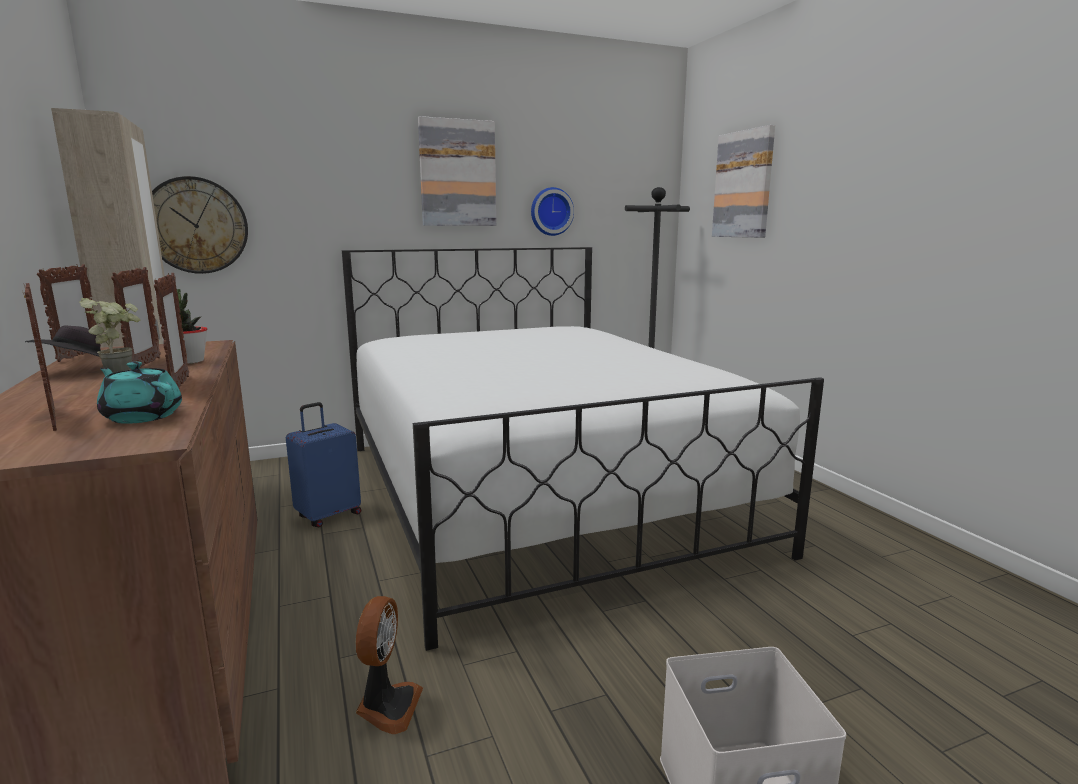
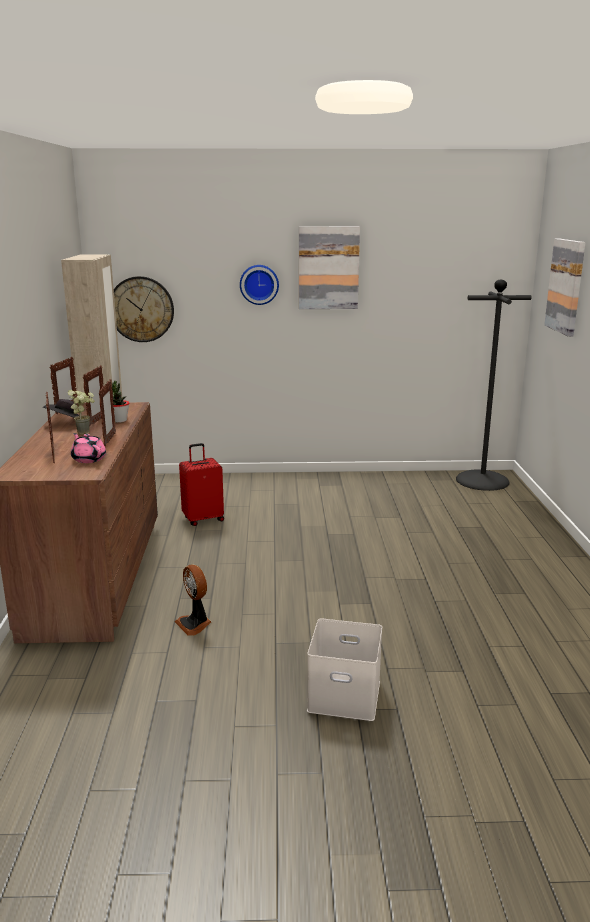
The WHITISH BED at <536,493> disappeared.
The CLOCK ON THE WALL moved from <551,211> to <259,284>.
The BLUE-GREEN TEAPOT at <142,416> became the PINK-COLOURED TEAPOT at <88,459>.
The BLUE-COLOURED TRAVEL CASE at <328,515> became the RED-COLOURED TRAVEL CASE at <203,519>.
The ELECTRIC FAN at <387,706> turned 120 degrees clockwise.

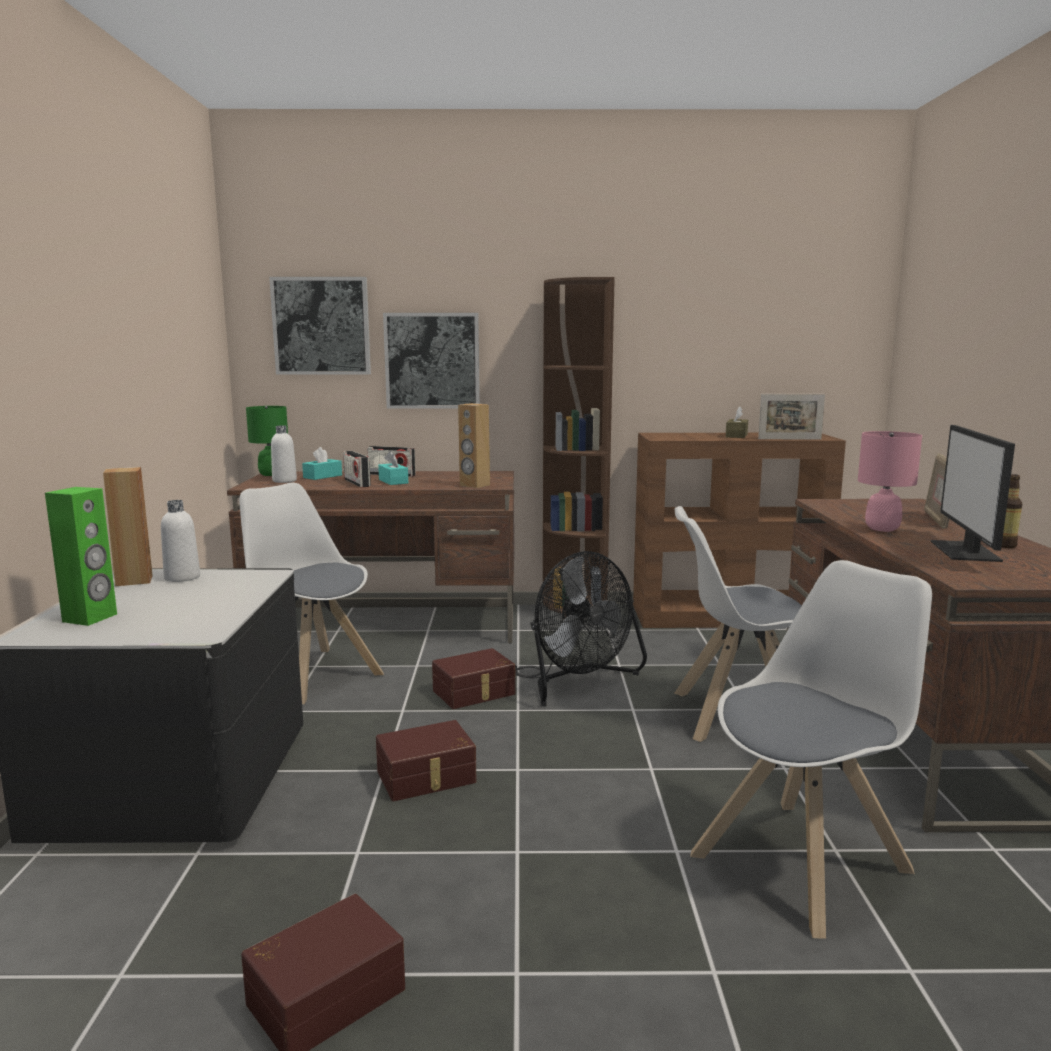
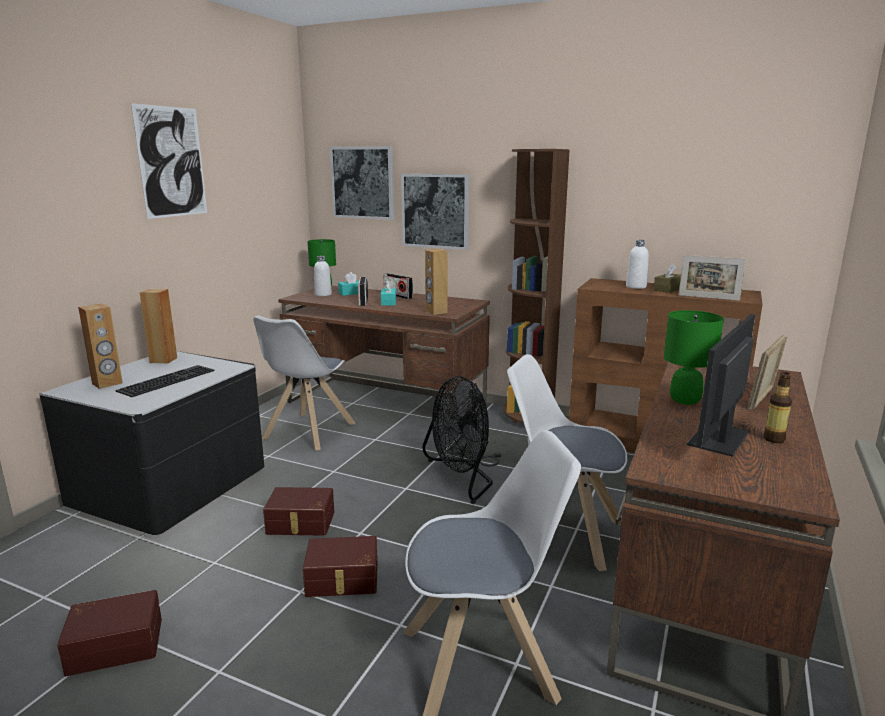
The KEYBOARD at <167,380> appeared.
The WALL PICTURE at <171,162> appeared.
The WHITISH BOTTLE moved from <182,577> to <636,287>.
The BROWN STORAGE BIN moved from <475,693> to <342,580>.
The GREEN AUDIO SPEAKER at <90,618> became the BROWN AUDIO SPEAKER at <107,383>.
The PINK-COLOURED TABLE LAMP at <883,530> became the GREEN TABLE LAMP at <685,402>.
The CHAIR at <312,673> turned 135 degrees counterclockwise.
The BLACK ELECTRIC FAN at <572,682> turned 75 degrees clockwise.

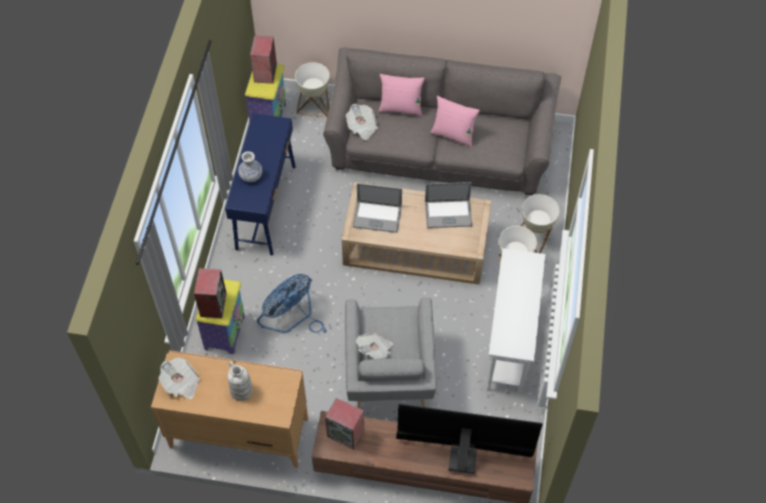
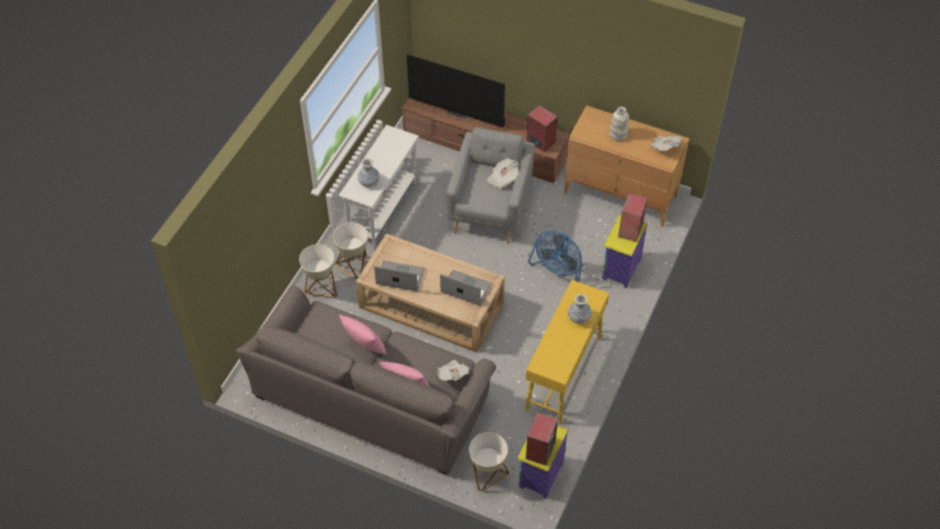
The VASE at <369,182> appeared.
The BLUE-COLOURED HALL TABLE at <267,207> became the YELLOW HALL TABLE at <563,373>.
The BLUE-COLOURED ELECTRIC FAN at <294,317> turned 60 degrees clockwise.

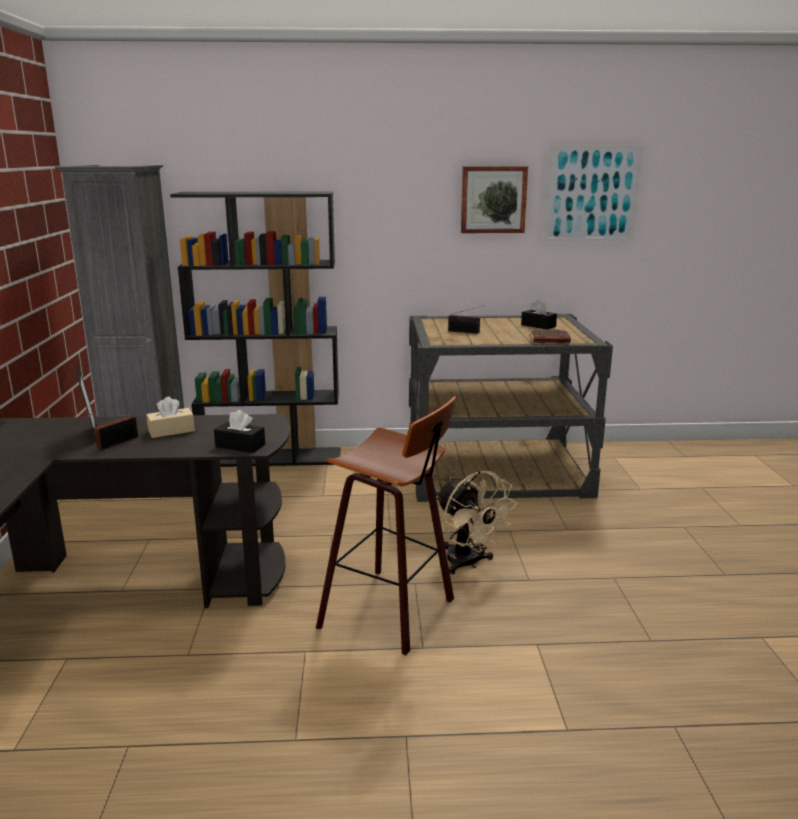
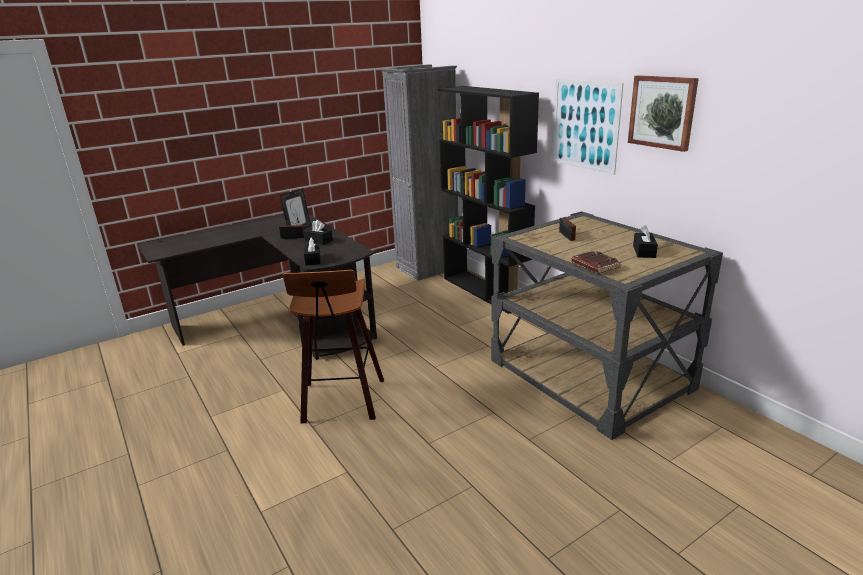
The BEIGE ELECTRIC FAN at <468,564> disappeared.
The WALL PICTURE moved from <592,194> to <585,125>.
The BEIGE TISSUE BOX at <171,431> became the BLACK TISSUE BOX at <319,240>.

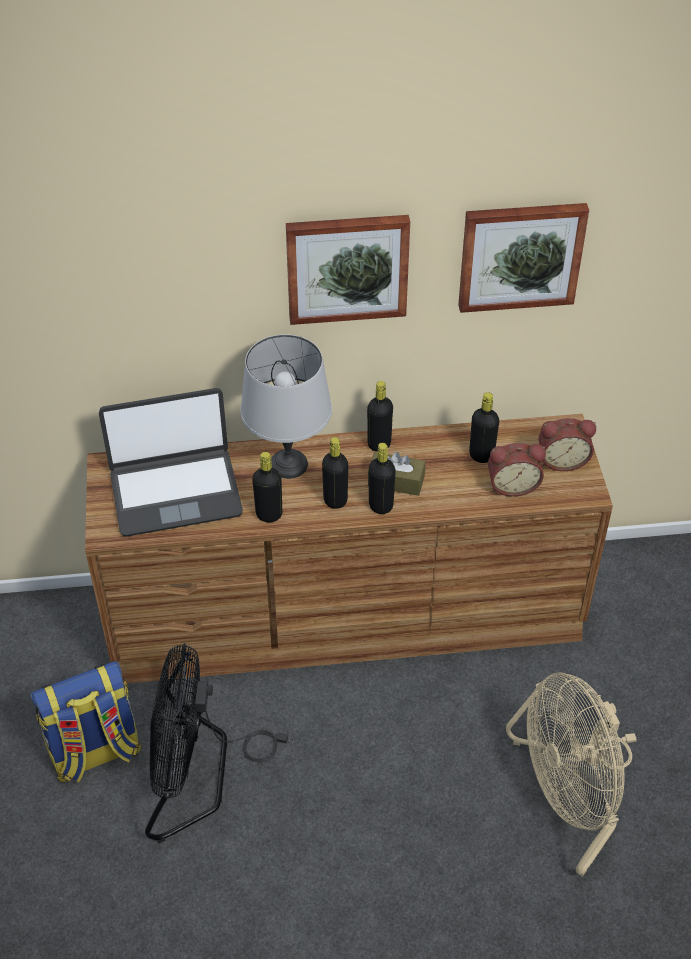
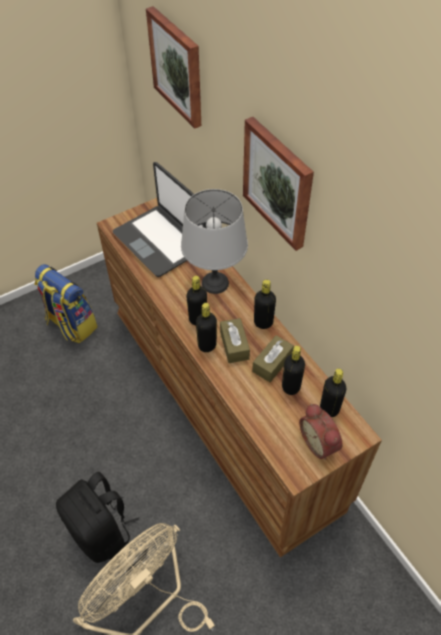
The BLACK ELECTRIC FAN at <200,767> disappeared.
The ALARM CLOCK at <512,485> disappeared.
The BLACK BACKPACK at <102,532> appeared.
The BROWN TISSUE BOX at <272,363> appeared.
The BLACK BOTTLE moved from <269,514> to <329,409>.
The WALL PICTURE moved from <520,255> to <177,67>.

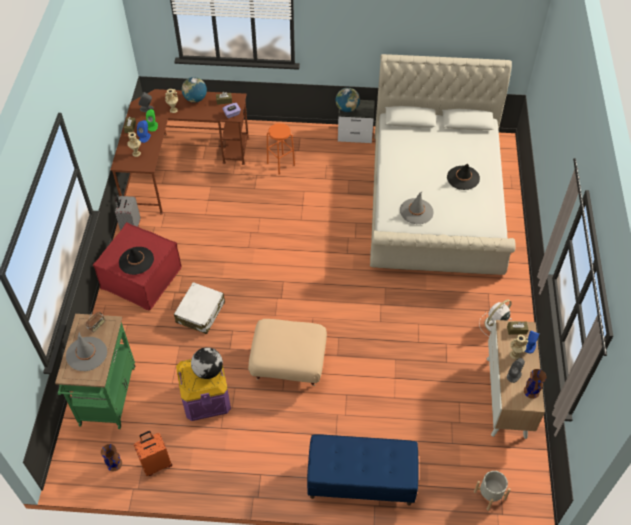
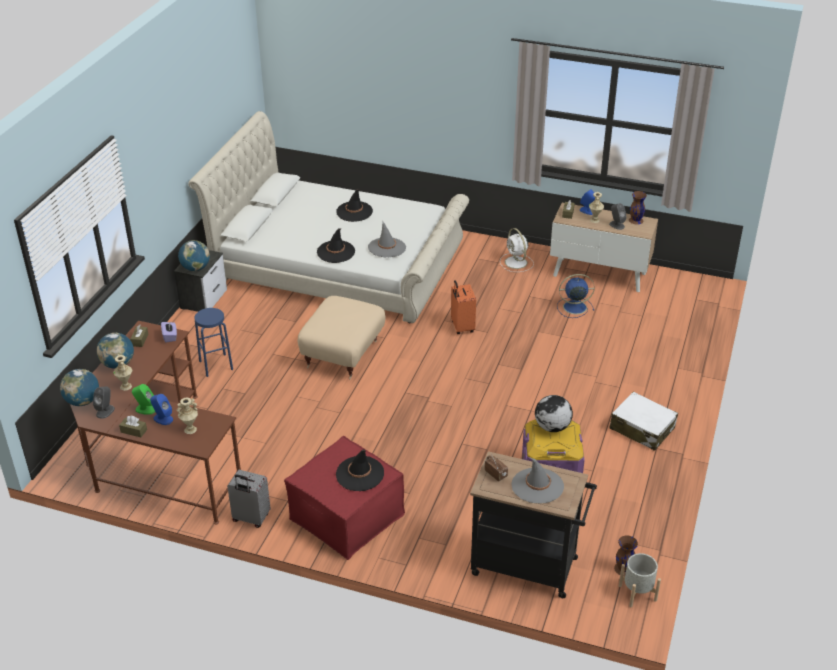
The BLUE-COLOURED BENCH at <360,481> disappeared.
The DESK GLOBE at <83,401> appeared.
The BLACK HAT at <336,252> appeared.
The BLUE-COLOURED ELECTRIC FAN at <573,307> appeared.
The ORANGE TRAVEL CASE moved from <156,463> to <461,327>.
The WHITISH TRAVEL CASE moved from <200,312> to <642,428>.
The BEIGE FOOTREST moved from <288,365> to <343,355>.
The GREY PLANTER moved from <489,495> to <637,593>.
The GREEN CART at <107,397> became the BLACK CART at <527,567>.
The ORANGE STOOL SEAT at <281,164> became the BLUE-COLOURED STOOL SEAT at <216,365>.

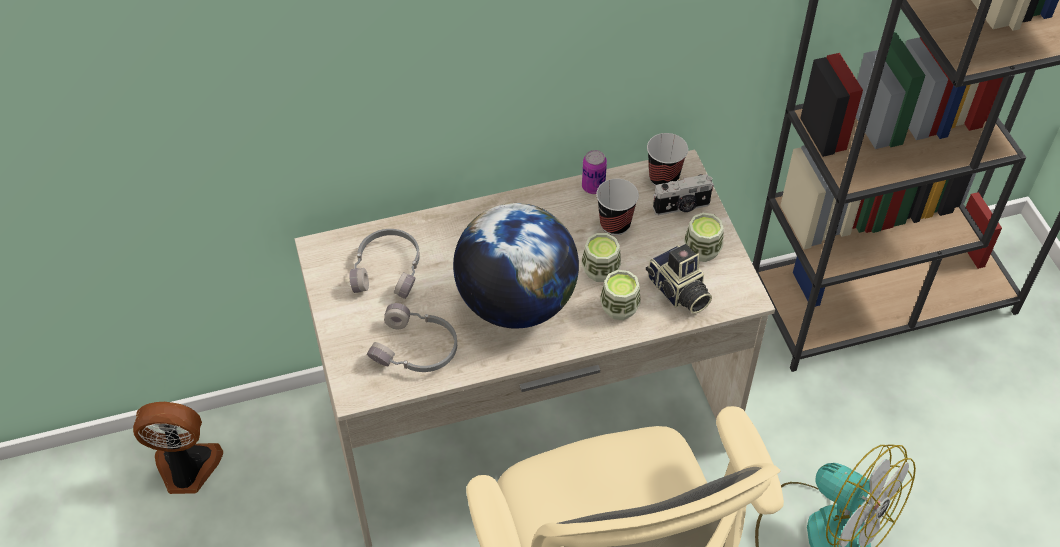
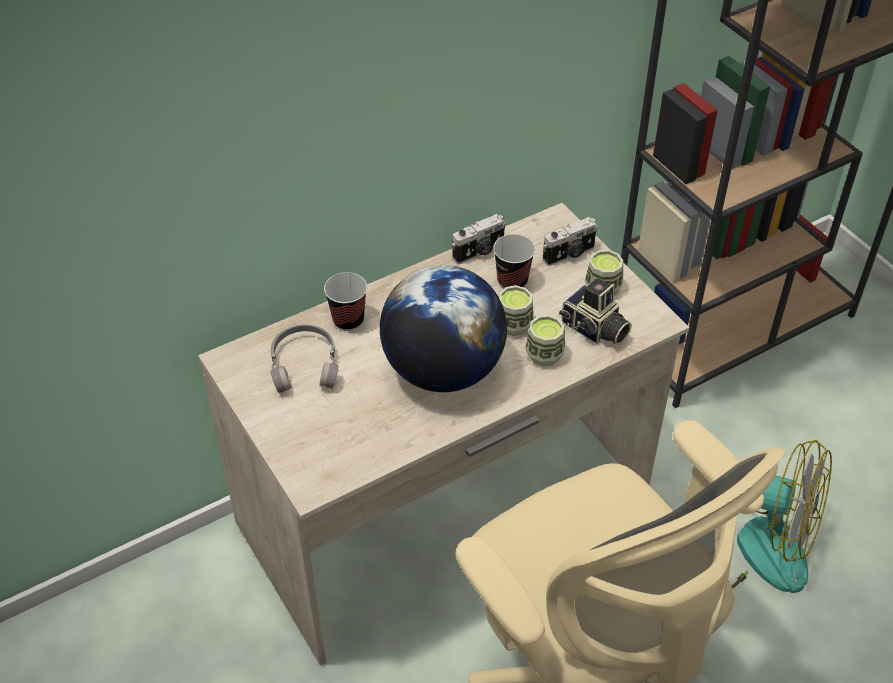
The ELECTRIC FAN at <186,469> disappeared.
The GREY HEADPHONES at <416,349> disappeared.
The SMALL CUP moved from <663,178> to <348,320>.
The SEALED CAN at <593,187> was replaced by the PHOTO CAMERA at <479,252>.

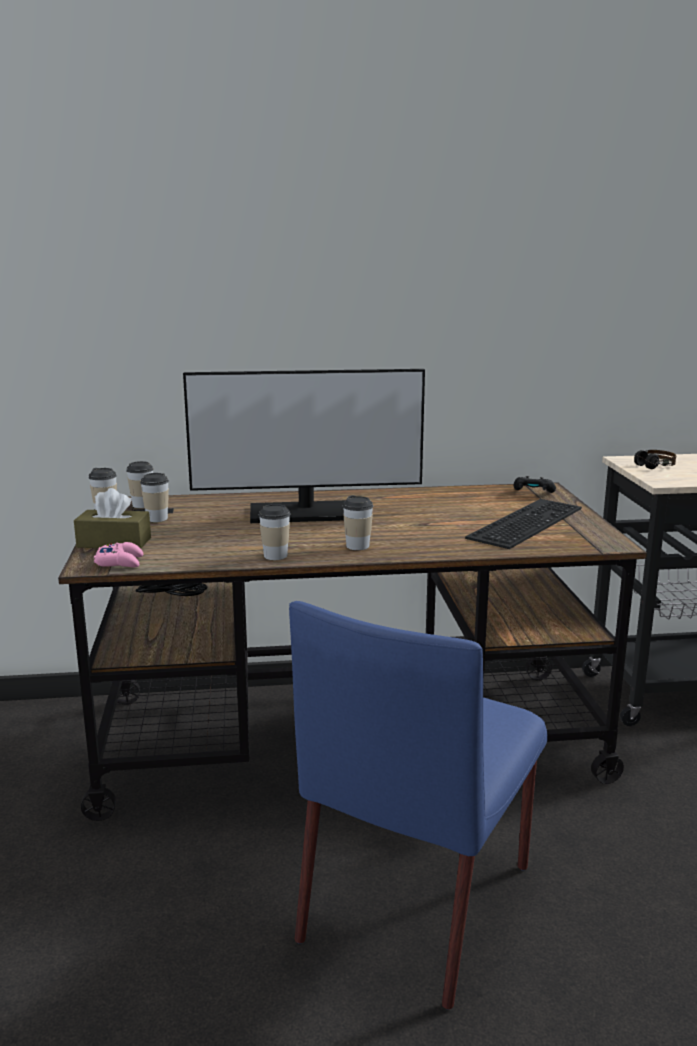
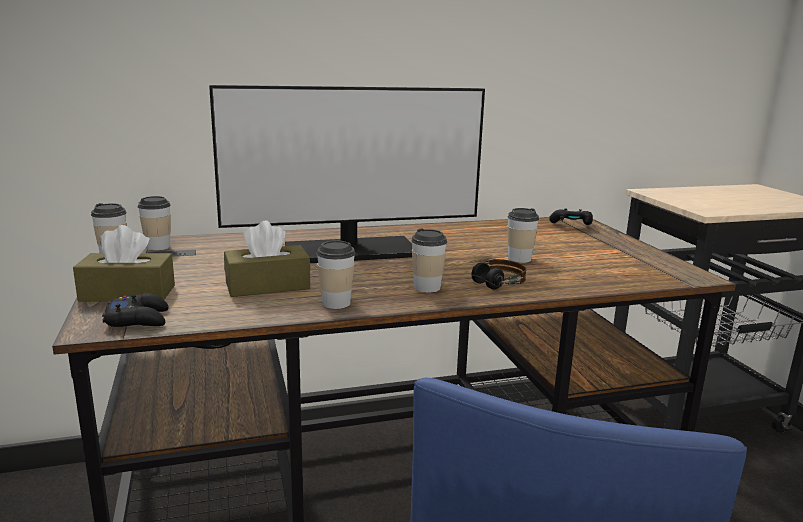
The KEYBOARD at <524,522> disappeared.
The BROWN TISSUE BOX at <267,286> appeared.
The SMALL CUP moved from <157,518> to <519,258>.
The HEADPHONES moved from <648,467> to <490,286>.
The PINK-COLOURED GAMEPAD at <120,562> became the BLACK GAMEPAD at <138,319>.

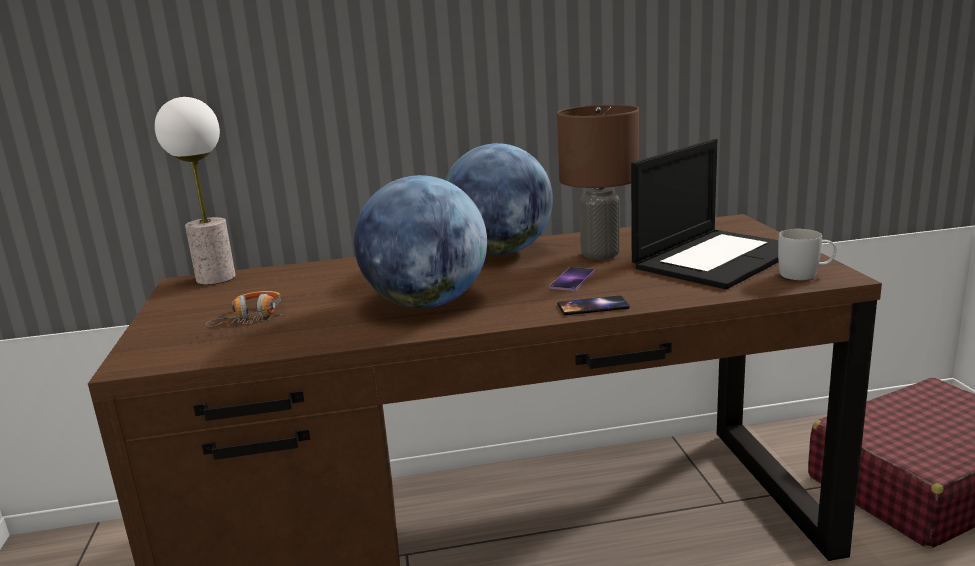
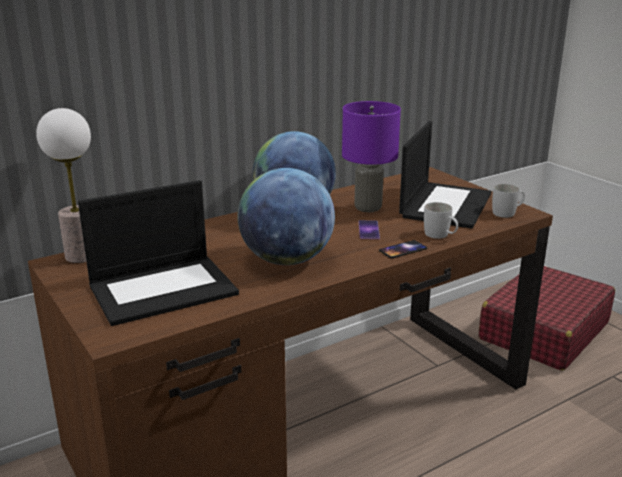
The WHITISH TEA MUG at <440,235> appeared.
The HEADPHONES at <252,319> was replaced by the PORTABLE COMPUTER at <164,288>.
The BROWN TABLE LAMP at <598,254> became the PURPLISH TABLE LAMP at <366,208>.

